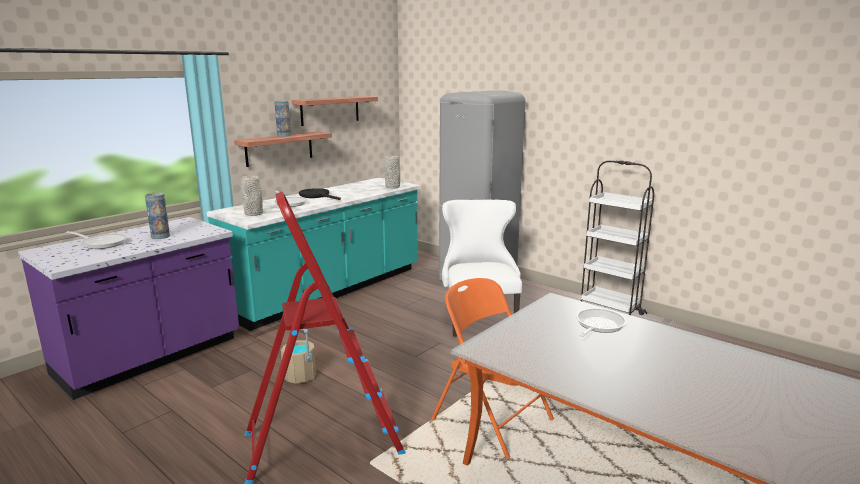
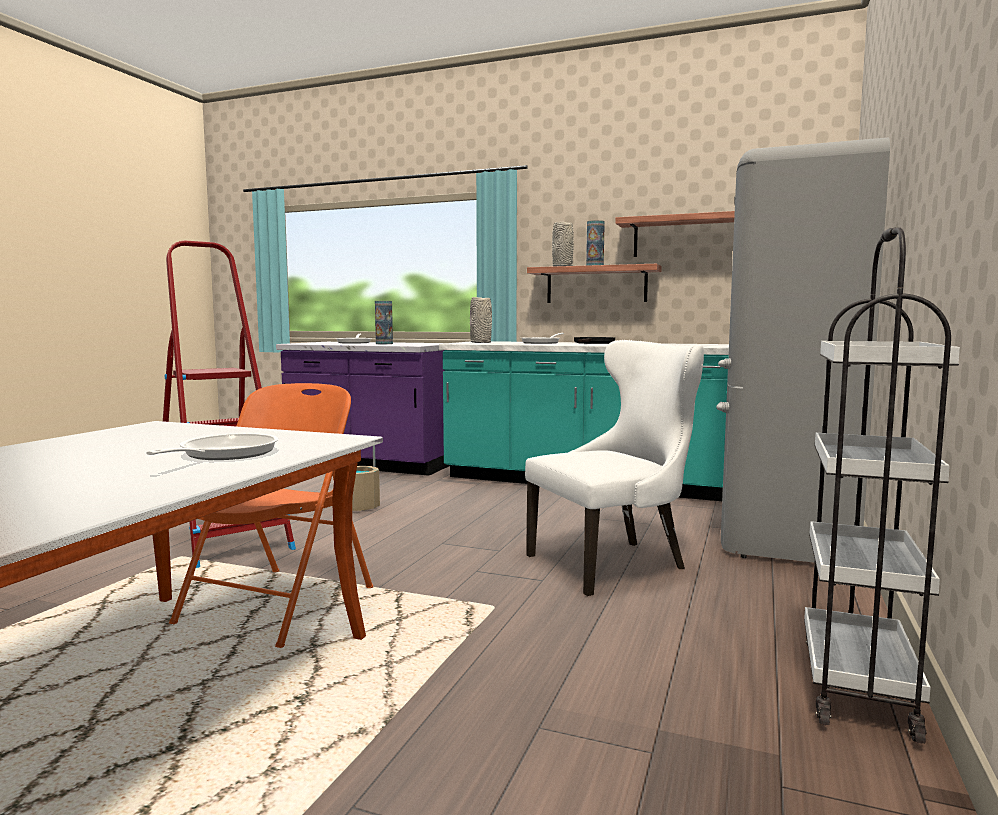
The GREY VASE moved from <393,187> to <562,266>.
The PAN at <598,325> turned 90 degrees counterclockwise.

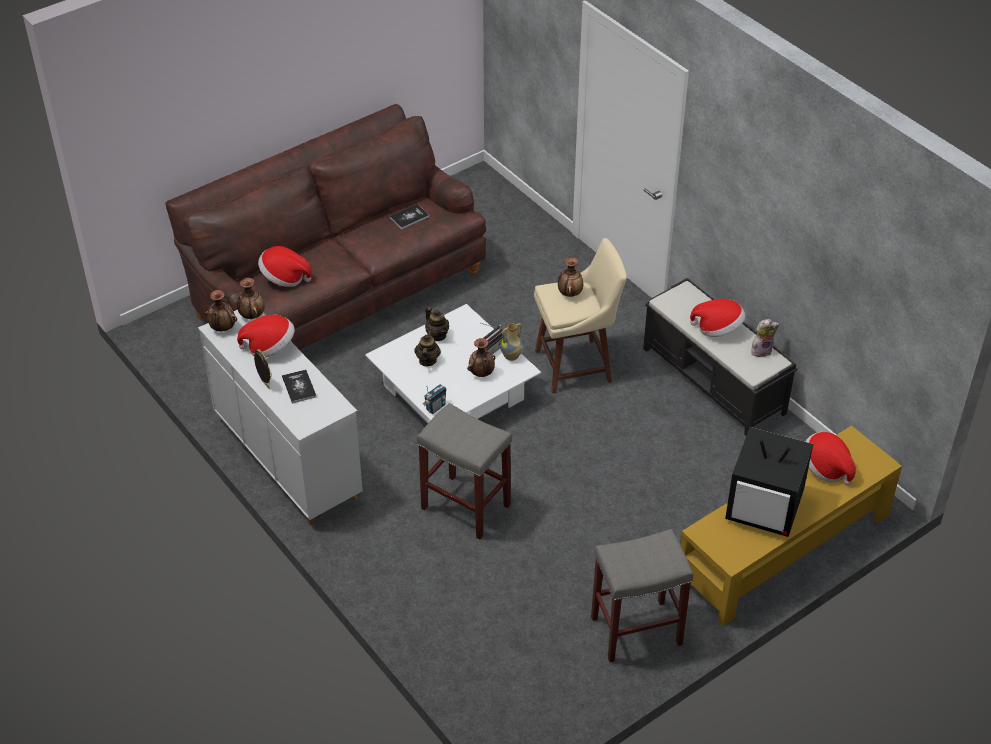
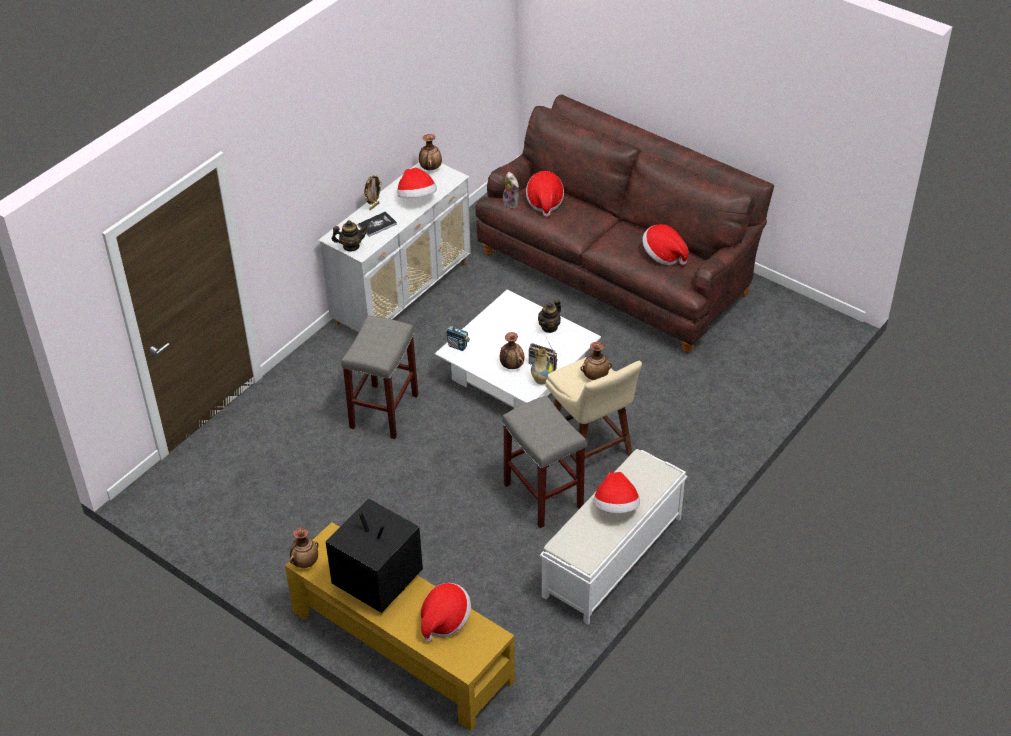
The VASE moved from <251,315> to <305,562>.
The TEAPOT moved from <427,360> to <351,246>.
The GREY STOOL SEAT moved from <637,630> to <544,496>.
The SOFT TOY moved from <761,350> to <512,203>.
The VOLUME at <409,217> was replaced by the HAT at <663,255>.
The BLACK BENCH at <714,381> became the WHITISH BENCH at <612,558>.
The TELEVISION at <765,508> turned 120 degrees clockwise.

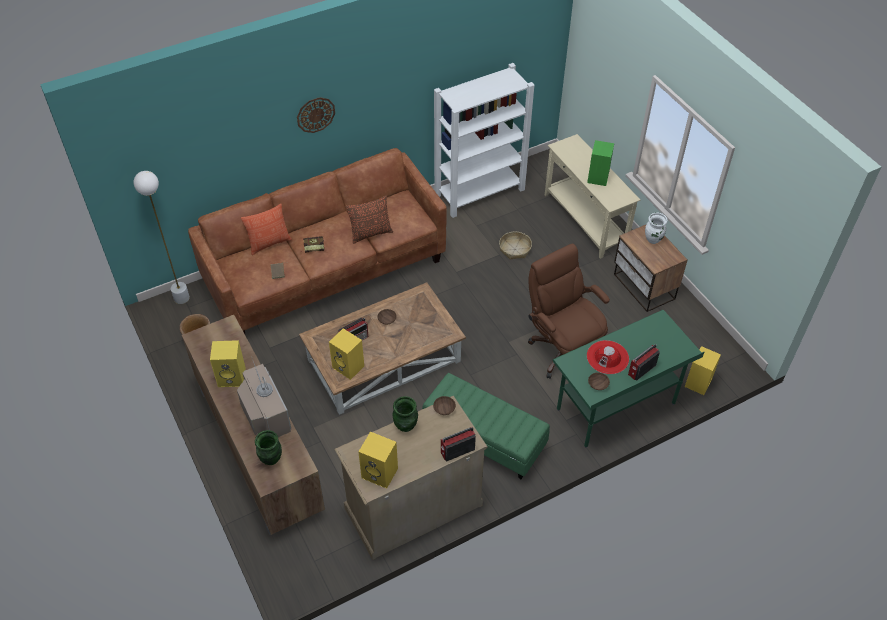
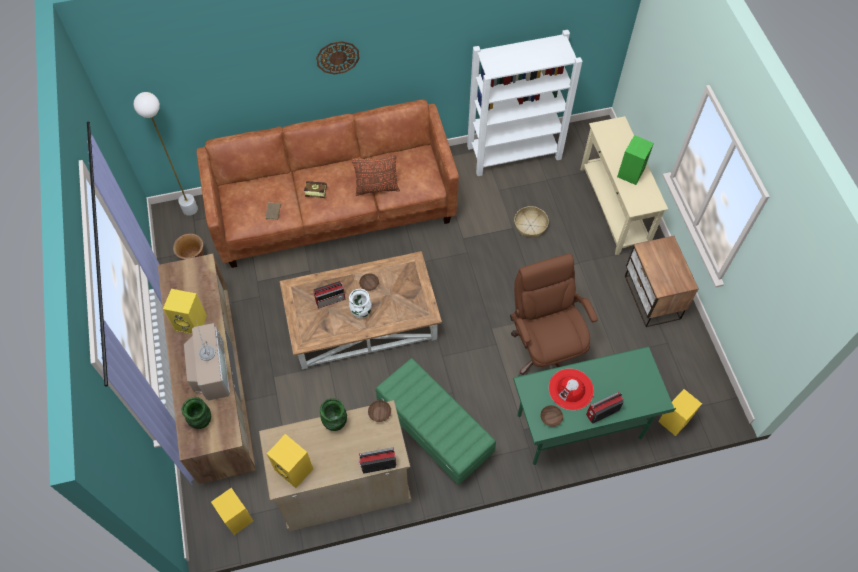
The ORANGE PILLOW at <269,243> disappeared.
The YELLOW AUDIO SPEAKER moved from <349,367> to <238,518>.
The WHITISH VASE moved from <653,239> to <361,313>.

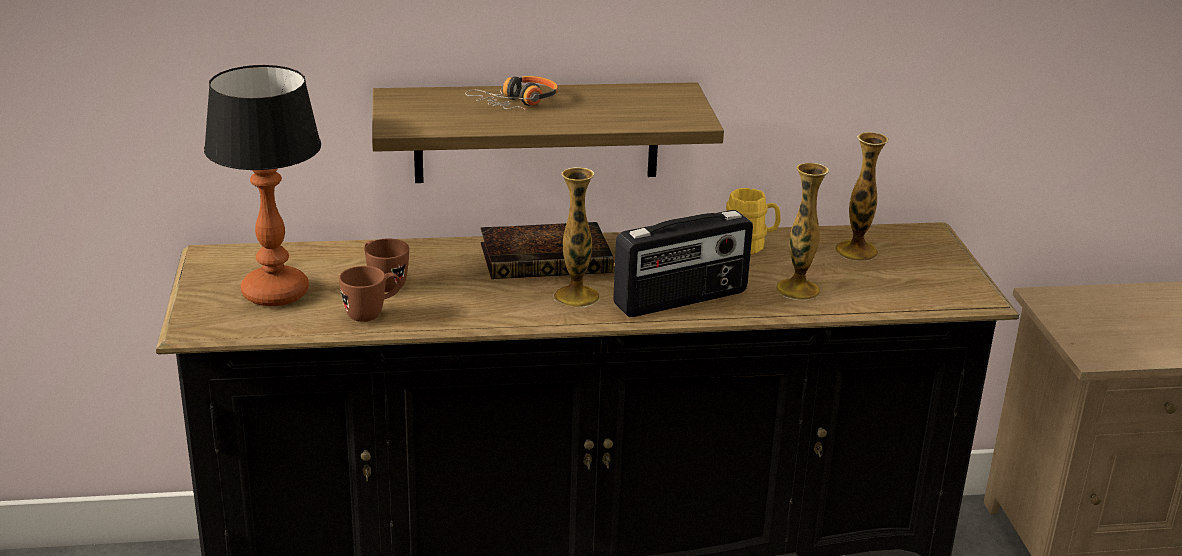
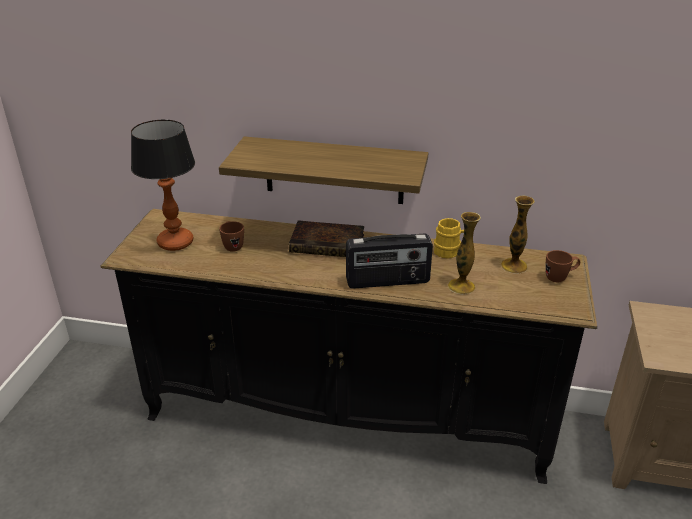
The HEADPHONES at <517,103> disappeared.
The VASE at <576,296> disappeared.
The BROWN TEA MUG moved from <372,314> to <560,278>.

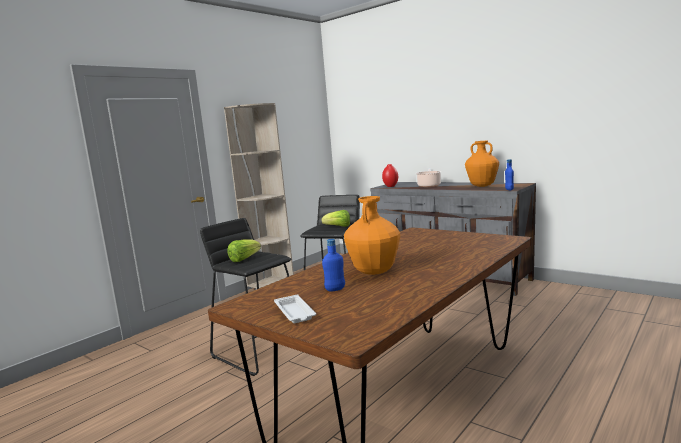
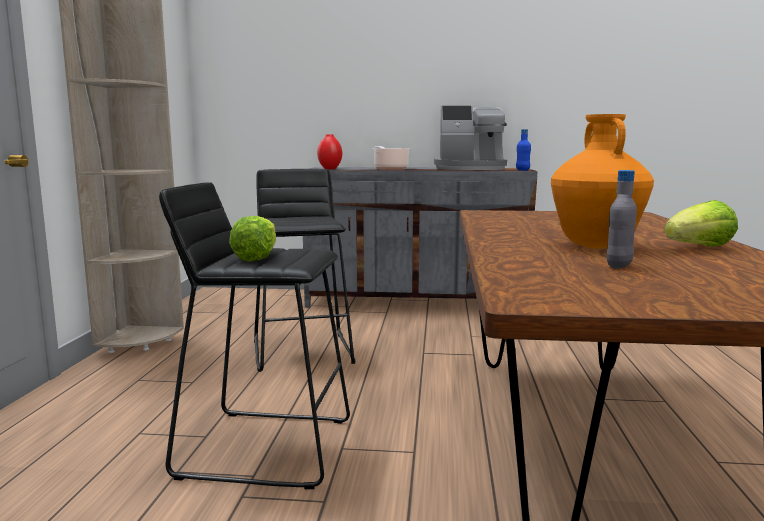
The WHITISH SERVING TRAY at <295,313> disappeared.
The LETTUCE HEAD moved from <338,227> to <699,248>.
The ORANGE VASE at <482,186> was replaced by the COFFEE BREWER at <471,169>.
The BLUE-COLOURED BOTTLE at <335,289> became the GREY BOTTLE at <619,266>.

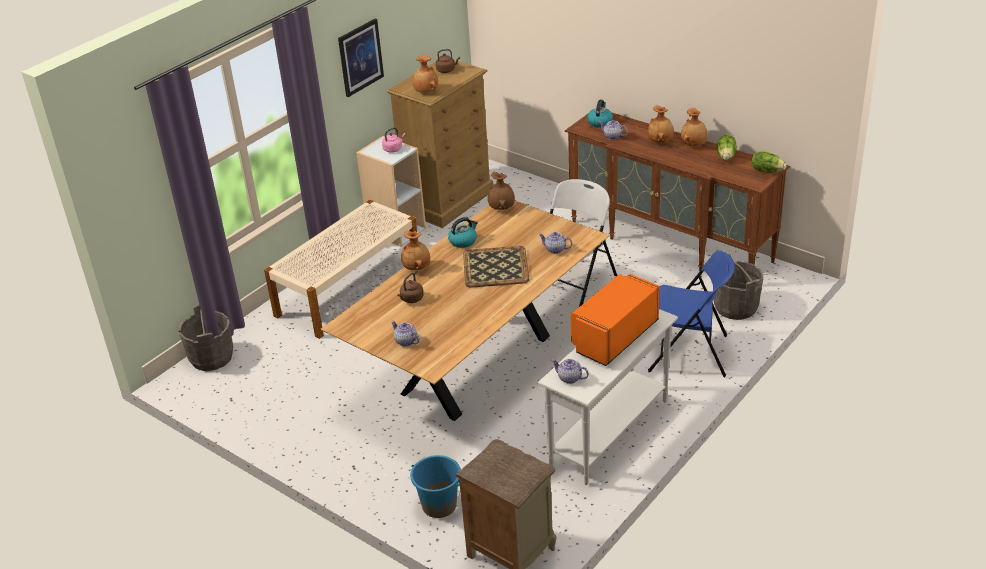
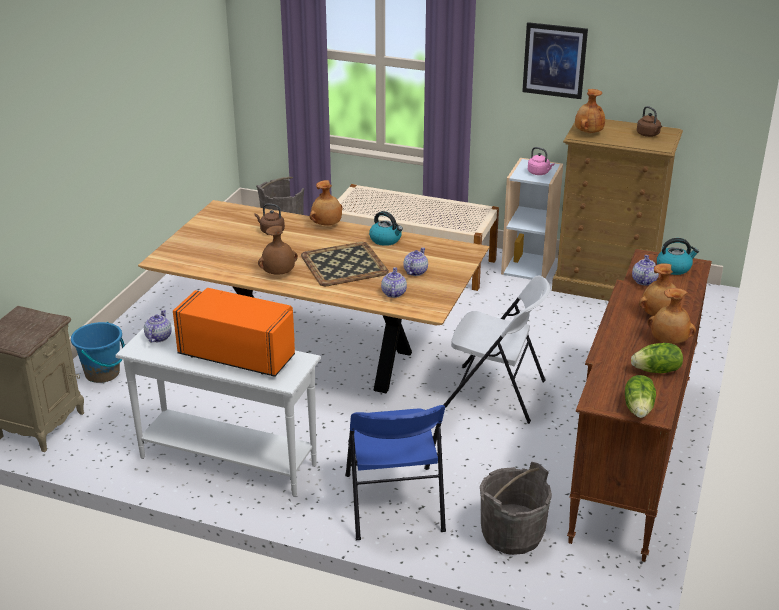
The TEAPOT moved from <405,341> to <415,271>.
The BROWN VASE moved from <502,208> to <279,273>.

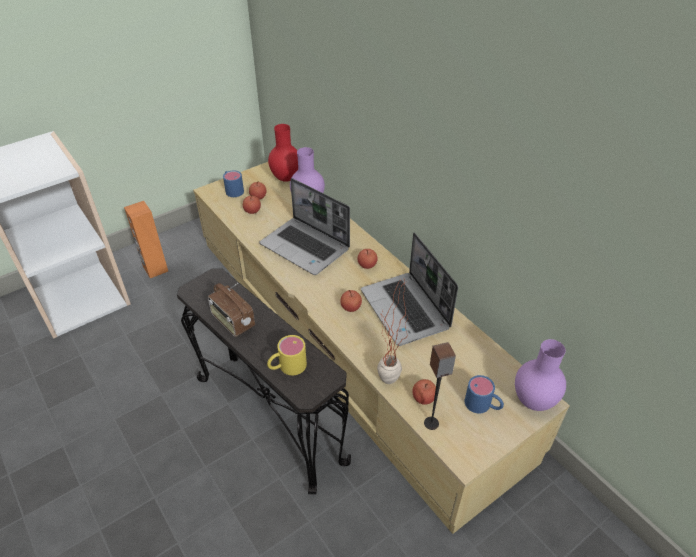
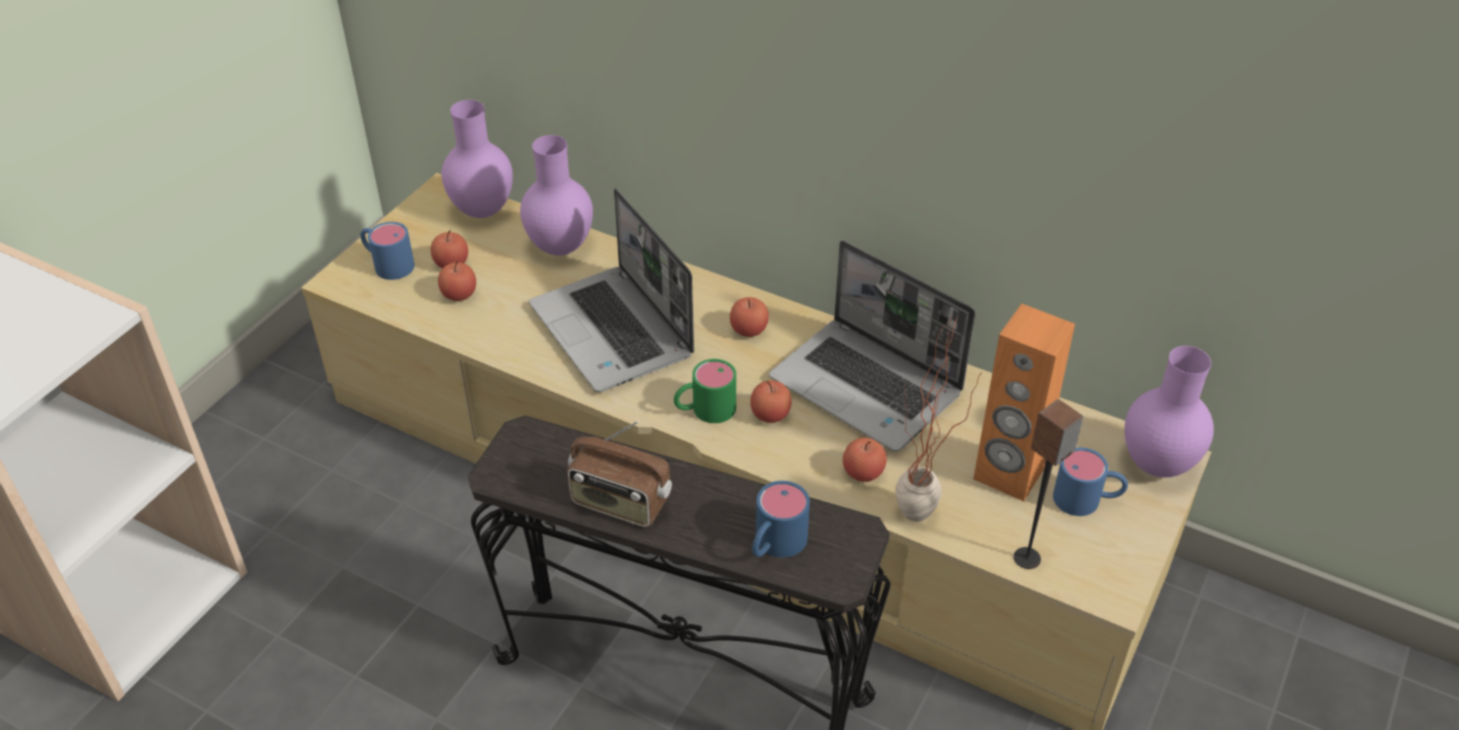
The GREEN TEA MUG at <704,410> appeared.
The ORANGE AUDIO SPEAKER moved from <155,269> to <1008,475>.
The APPLE FRUIT moved from <423,398> to <863,472>.
The YELLOW TEA MUG at <287,367> became the BLUE-COLOURED TEA MUG at <774,545>.
The RED-COLOURED VASE at <287,178> became the PURPLISH VASE at <483,210>.
The PORTABLE COMPUTER at <306,247> turned 45 degrees clockwise.

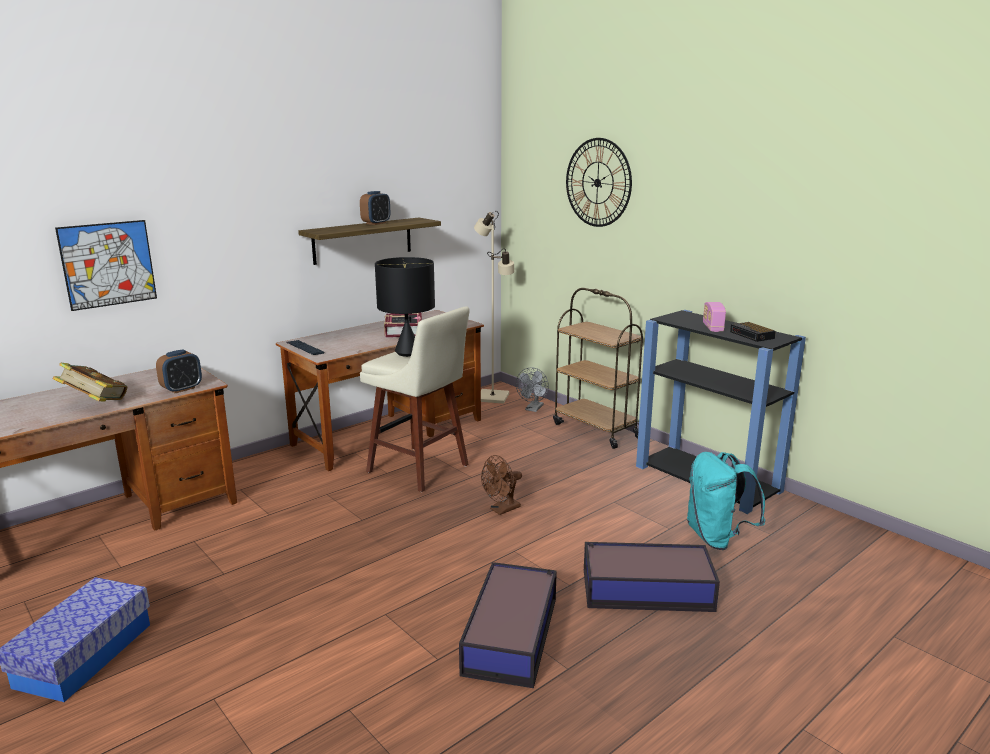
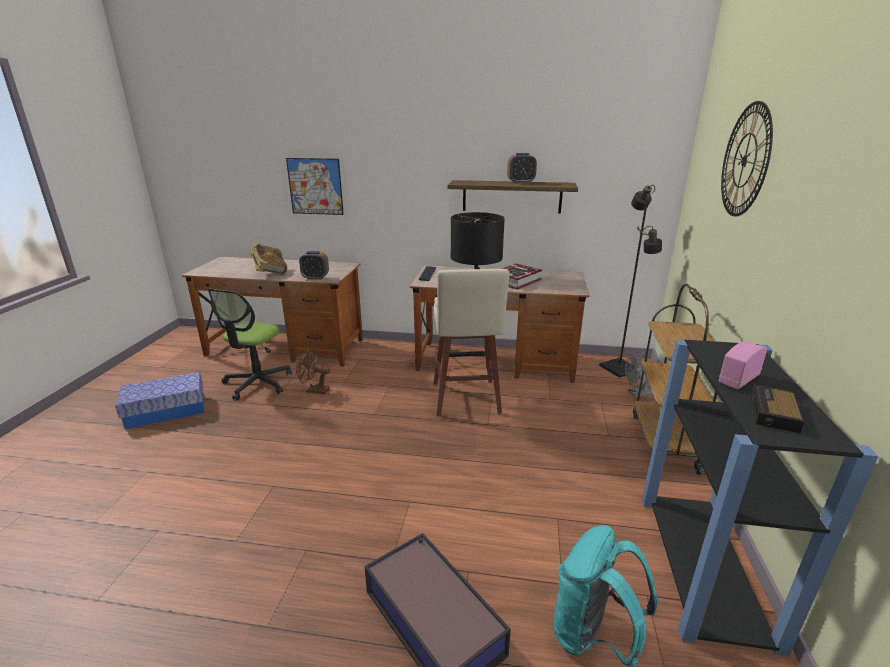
The STORAGE BIN at <512,634> disappeared.
The COMPUTER CHAIR at <257,383> appeared.
The BROWN ELECTRIC FAN moved from <501,510> to <314,390>.
The BEIGE FLOOR LAMP at <492,397> became the BLACK FLOOR LAMP at <619,368>.

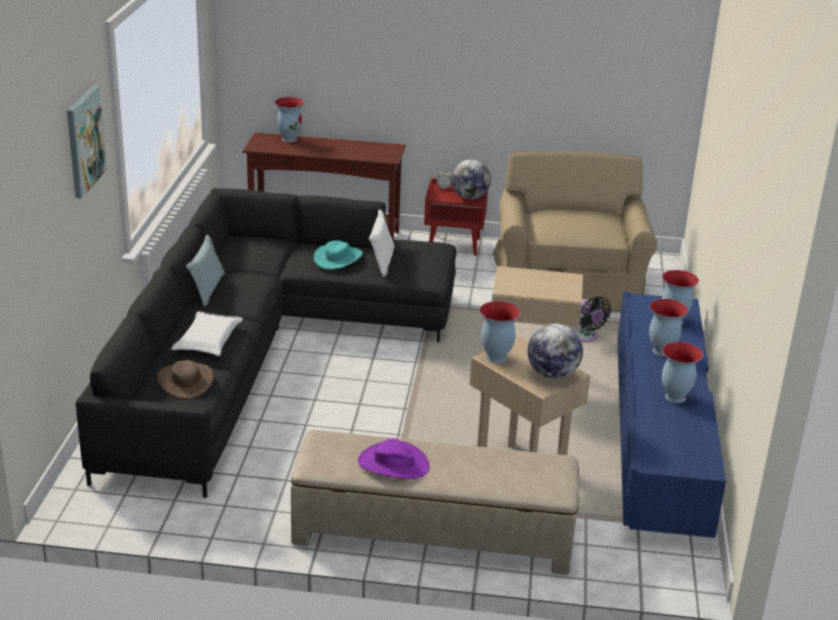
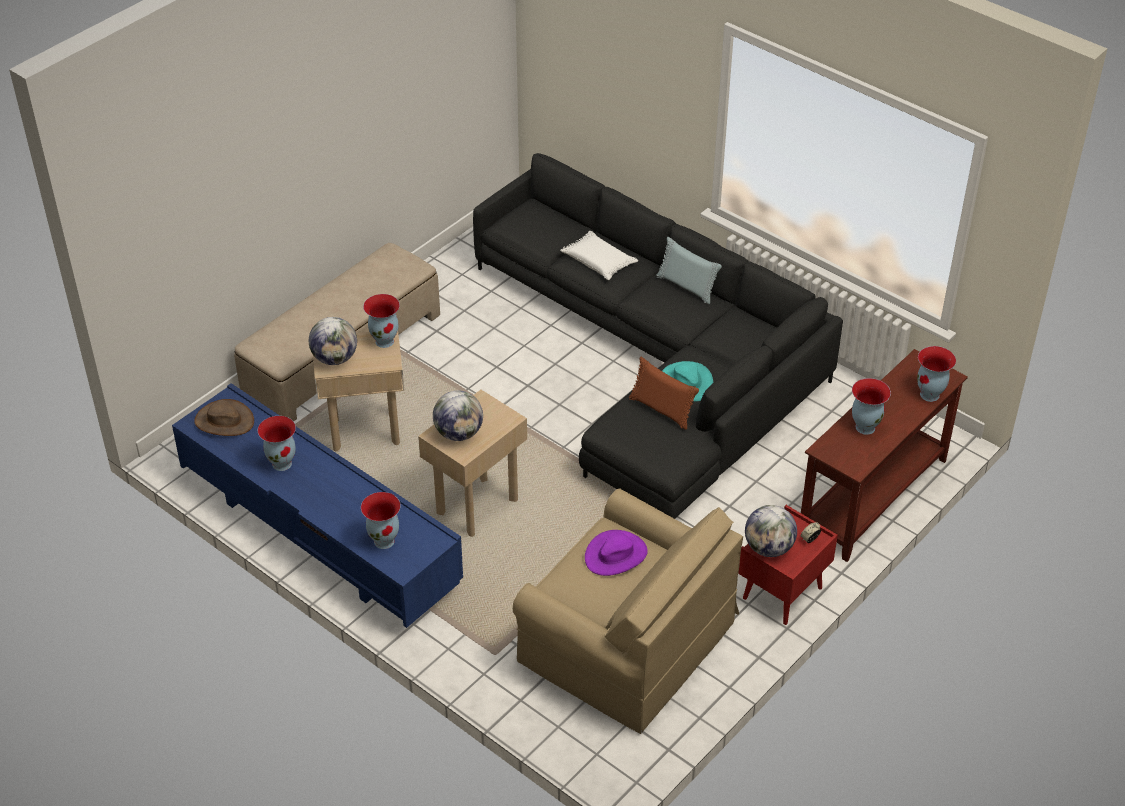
The WALL PICTURE at <84,141> disappeared.
The BLACK ELECTRIC FAN at <586,337> disappeared.
The DESK GLOBE at <459,433> appeared.
The BROWN HAT moved from <185,381> to <224,421>.
The PURPLISH HAT moved from <393,464> to <616,555>.
The VASE moved from <661,351> to <865,427>.
The WHITISH PILLOW at <381,261> became the BROWN PILLOW at <662,409>.

